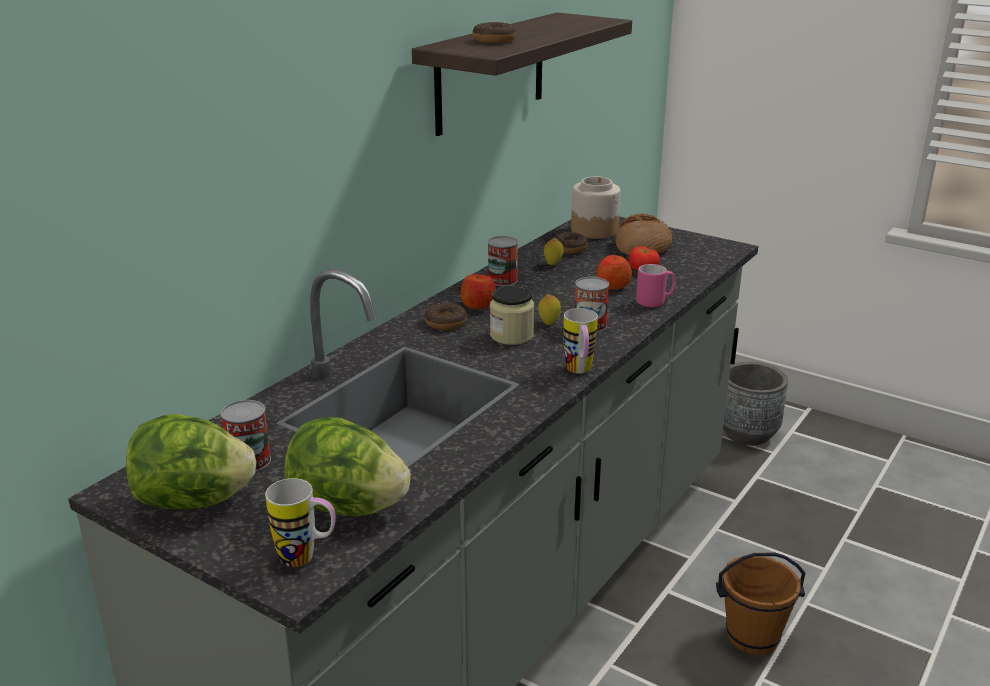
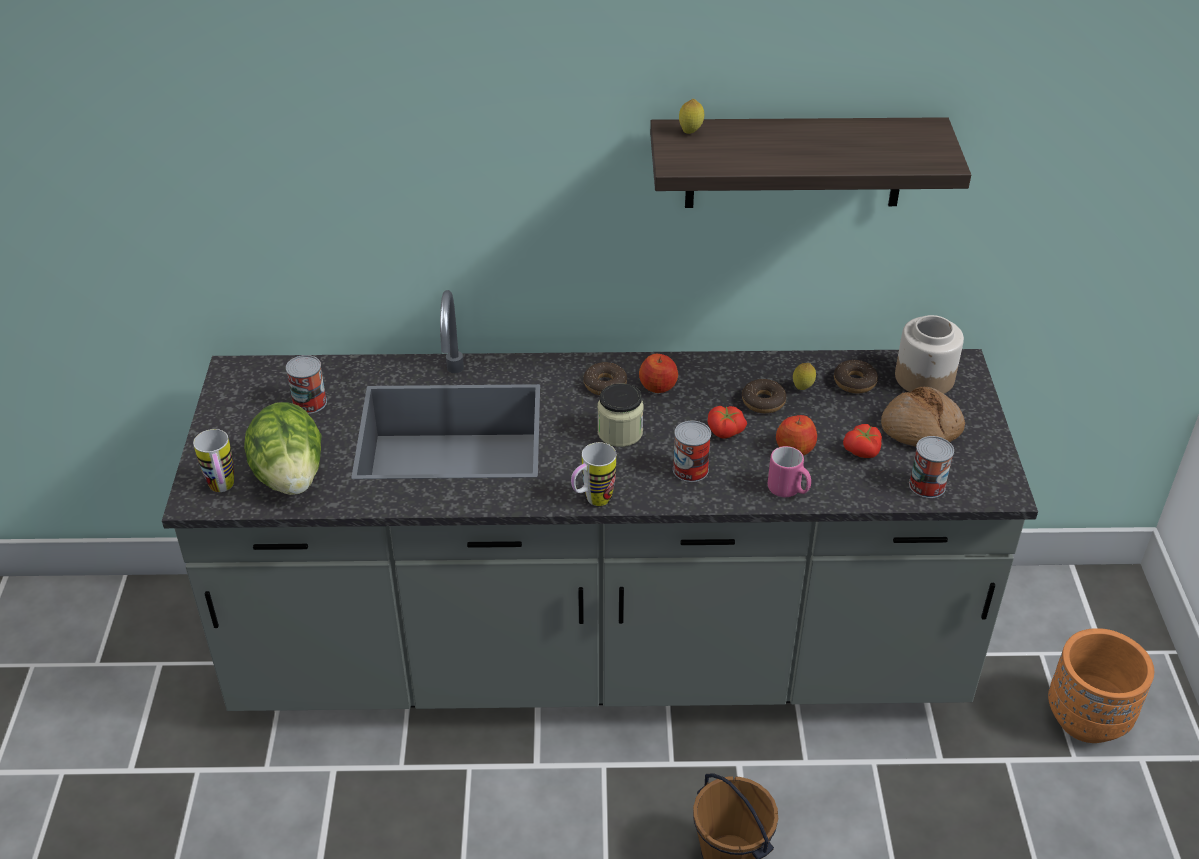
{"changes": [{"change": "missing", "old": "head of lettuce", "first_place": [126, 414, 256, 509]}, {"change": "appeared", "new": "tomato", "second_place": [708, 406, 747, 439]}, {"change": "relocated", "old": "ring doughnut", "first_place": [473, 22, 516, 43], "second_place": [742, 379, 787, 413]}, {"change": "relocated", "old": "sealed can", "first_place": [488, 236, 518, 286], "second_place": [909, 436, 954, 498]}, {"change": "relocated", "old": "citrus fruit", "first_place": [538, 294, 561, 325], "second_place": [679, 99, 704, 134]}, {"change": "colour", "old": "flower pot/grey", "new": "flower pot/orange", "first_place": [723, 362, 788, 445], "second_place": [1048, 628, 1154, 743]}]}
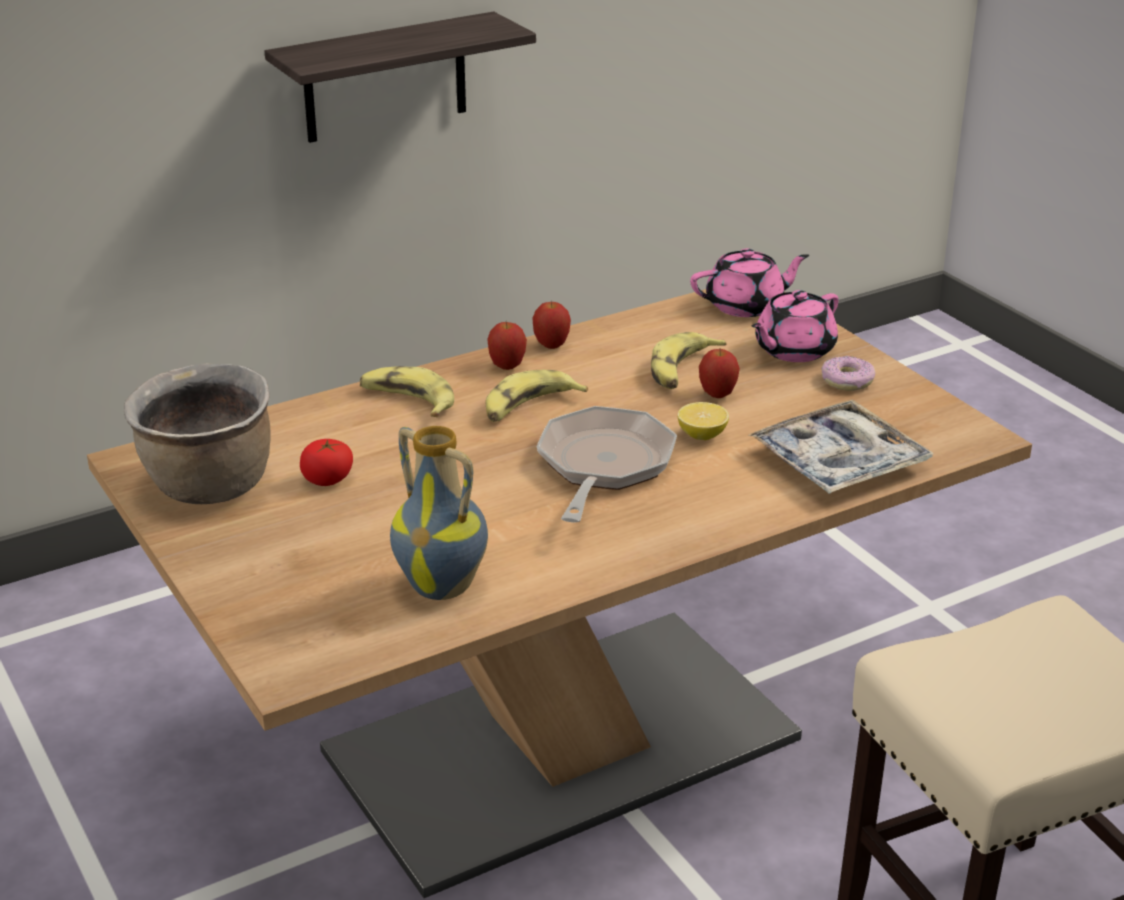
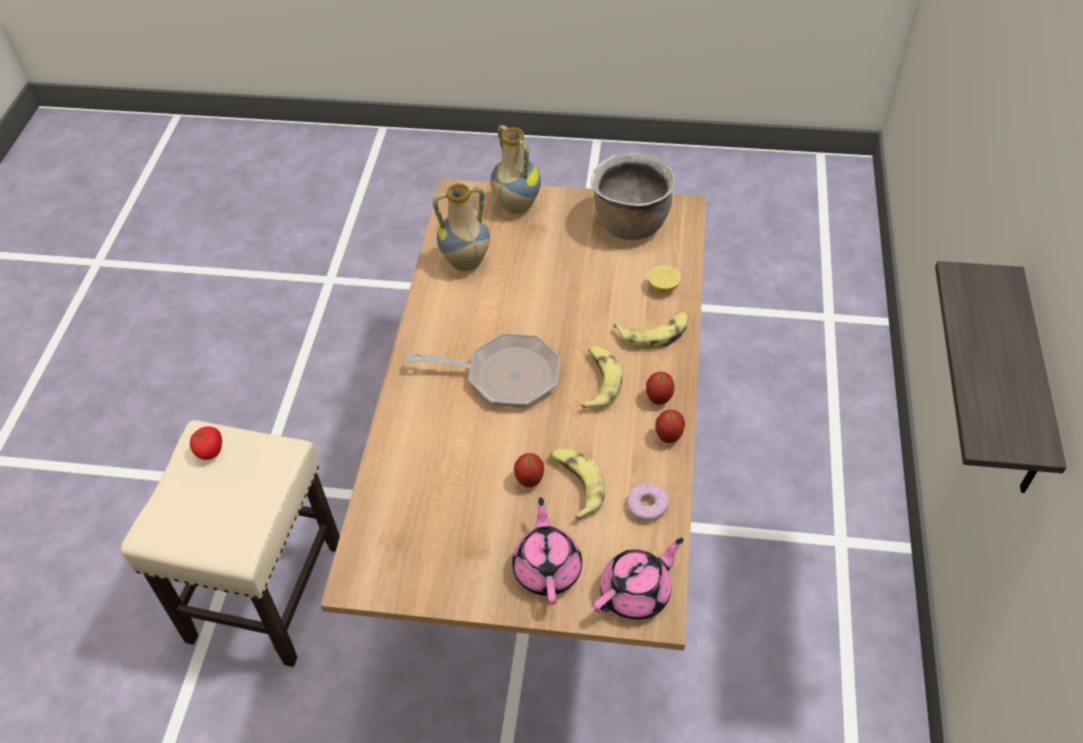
{"changes": [{"change": "missing", "old": "serving tray", "first_place": [748, 400, 934, 494]}, {"change": "appeared", "new": "vase", "second_place": [490, 125, 541, 214]}, {"change": "relocated", "old": "tomato", "first_place": [300, 439, 353, 486], "second_place": [190, 426, 222, 460]}, {"change": "relocated", "old": "citrus fruit", "first_place": [678, 402, 729, 440], "second_place": [648, 265, 681, 293]}, {"change": "relocated", "old": "ring doughnut", "first_place": [821, 356, 875, 391], "second_place": [627, 483, 669, 521]}, {"change": "spun", "old": "pan", "first_place": [536, 406, 677, 522], "second_place": [406, 333, 560, 407], "degrees": -45}, {"change": "spun", "old": "pot for tea/pinkish", "first_place": [690, 249, 809, 317], "second_place": [593, 538, 684, 620], "degrees": -150}]}
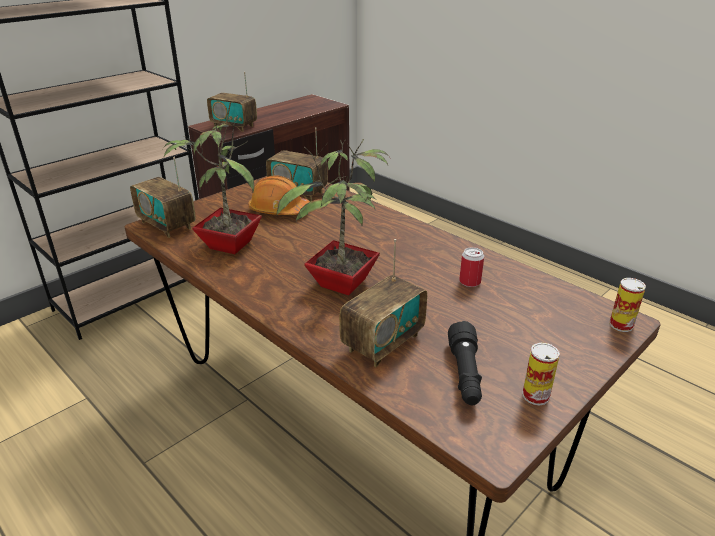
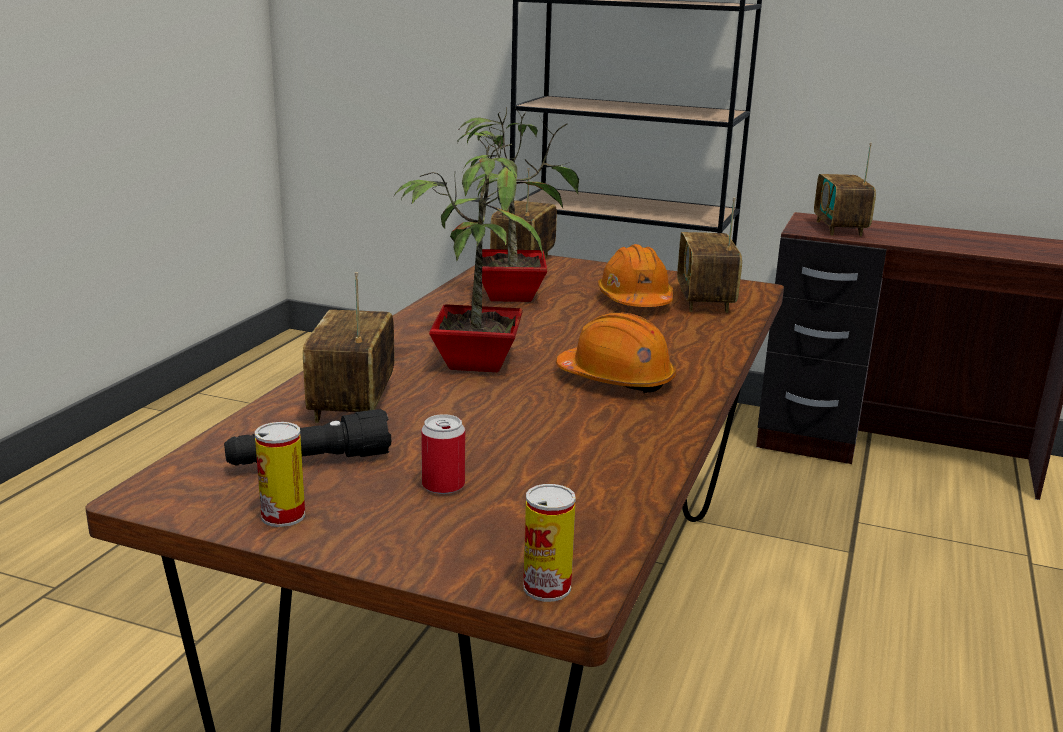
{"changes": [{"change": "appeared", "new": "work helmet/orange", "second_place": [556, 313, 676, 393]}, {"change": "relocated", "old": "sealed can", "first_place": [459, 247, 484, 287], "second_place": [421, 414, 465, 494]}, {"change": "spun", "old": "radio", "first_place": [339, 239, 427, 367], "second_place": [303, 272, 394, 423], "degrees": 75}]}
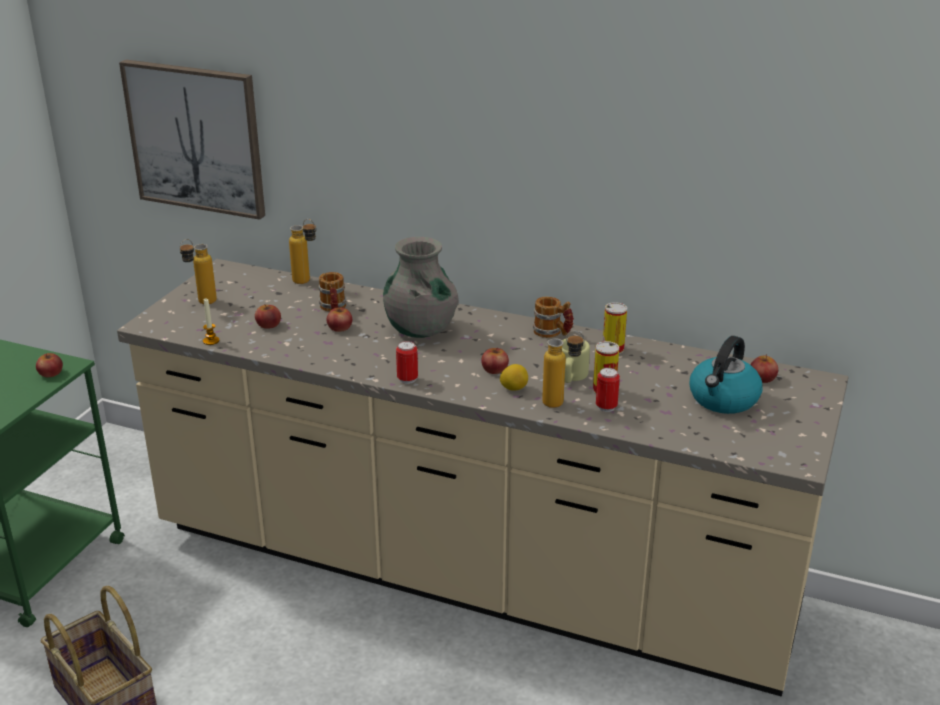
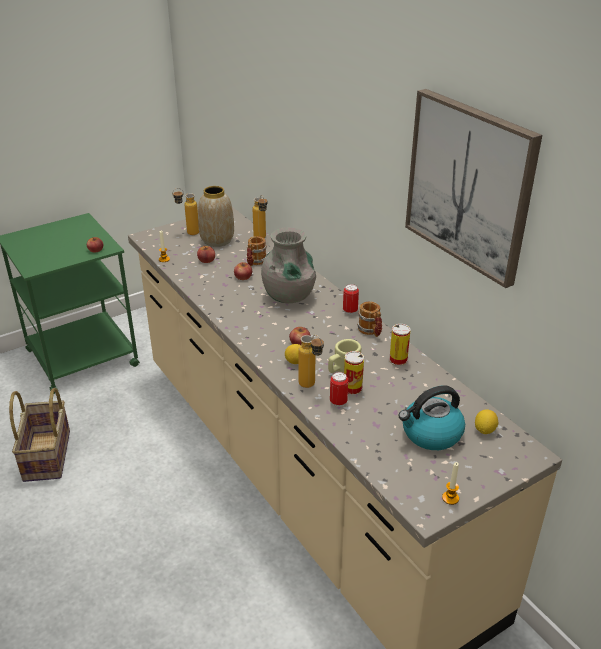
{"changes": [{"change": "appeared", "new": "vase", "second_place": [198, 186, 234, 247]}, {"change": "appeared", "new": "wax light", "second_place": [442, 462, 459, 505]}, {"change": "relocated", "old": "wall art", "first_place": [119, 60, 265, 220], "second_place": [405, 89, 542, 288]}, {"change": "relocated", "old": "sealed can", "first_place": [396, 341, 418, 384], "second_place": [343, 284, 359, 314]}, {"change": "exchanged", "old": "whole apple", "new": "citrus fruit", "first_place": [751, 354, 778, 383], "second_place": [475, 409, 498, 434]}]}
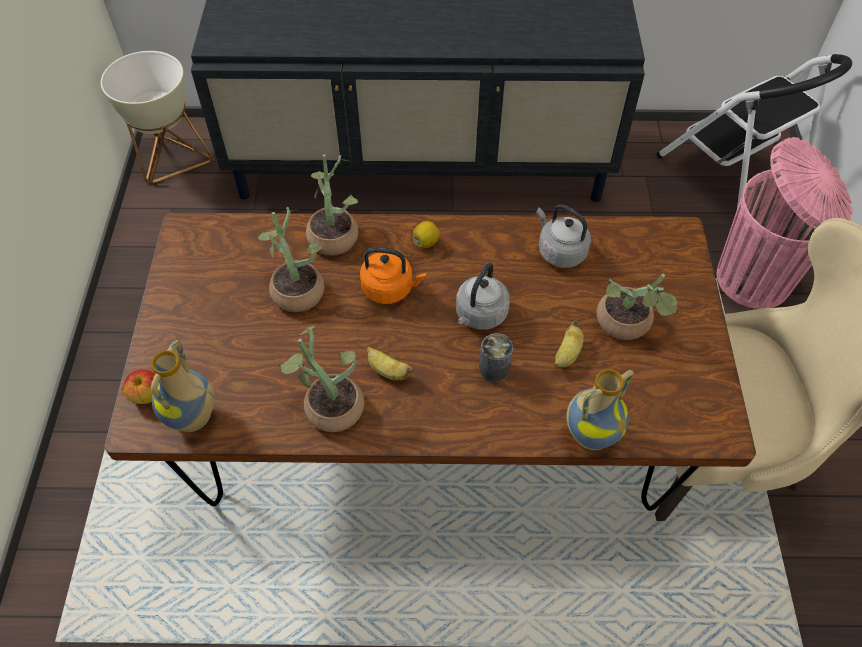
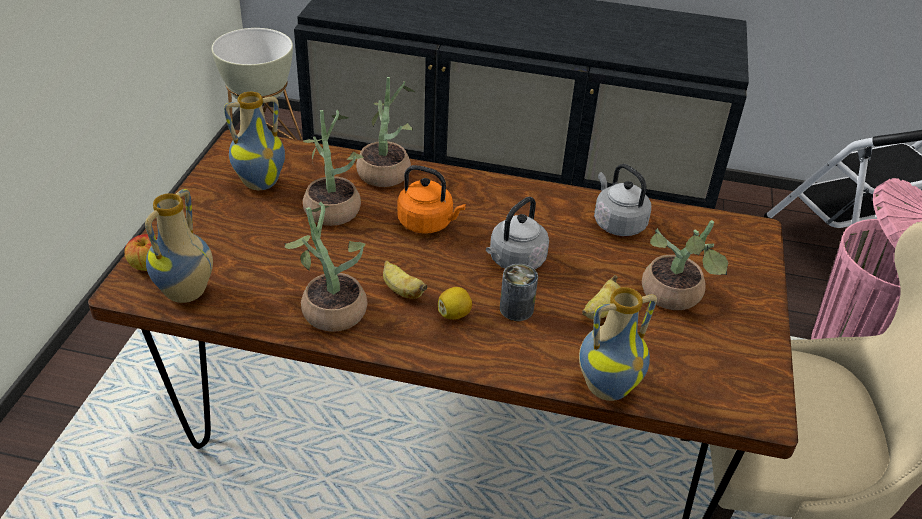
{"changes": [{"change": "appeared", "new": "vase", "second_place": [224, 92, 285, 190]}, {"change": "relocated", "old": "citrus fruit", "first_place": [412, 221, 440, 248], "second_place": [438, 287, 472, 320]}]}
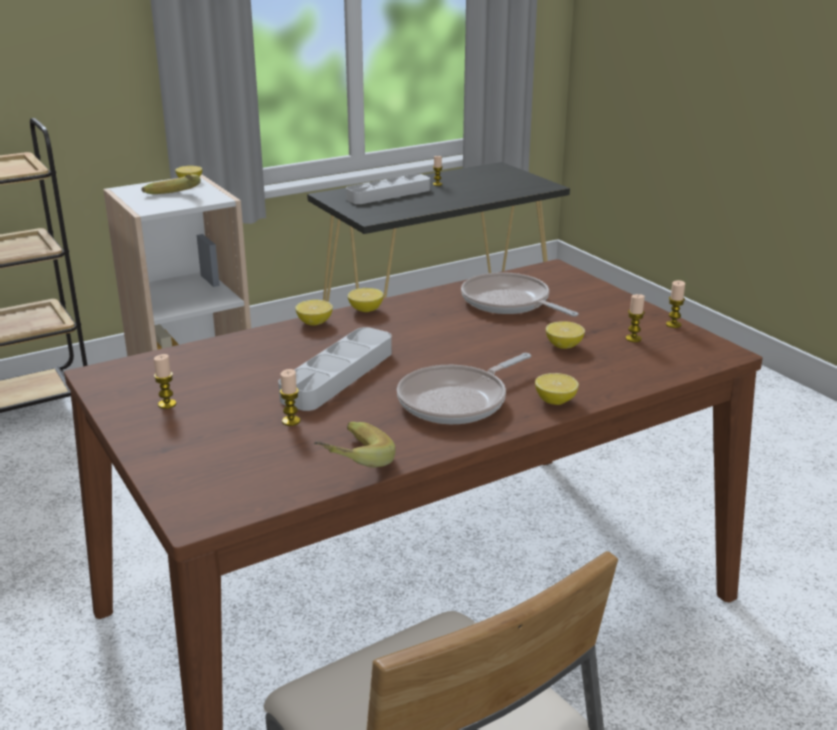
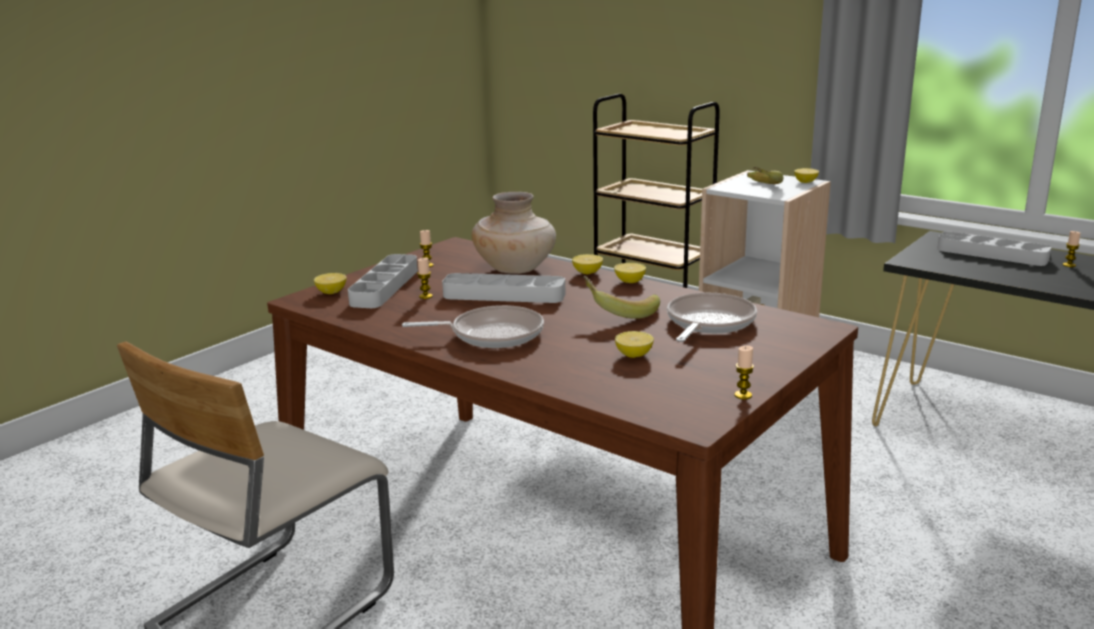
{"changes": [{"change": "missing", "old": "wax light", "first_place": [626, 294, 645, 342]}, {"change": "appeared", "new": "serving tray/grey", "second_place": [348, 254, 418, 308]}, {"change": "appeared", "new": "vase/sand-coloured", "second_place": [472, 192, 556, 274]}, {"change": "relocated", "old": "whole banana", "first_place": [314, 422, 395, 468], "second_place": [583, 276, 660, 319]}, {"change": "relocated", "old": "citrus fruit", "first_place": [535, 373, 579, 405], "second_place": [314, 273, 347, 294]}, {"change": "spun", "old": "pan", "first_place": [397, 353, 531, 424], "second_place": [402, 305, 544, 348], "degrees": 150}]}
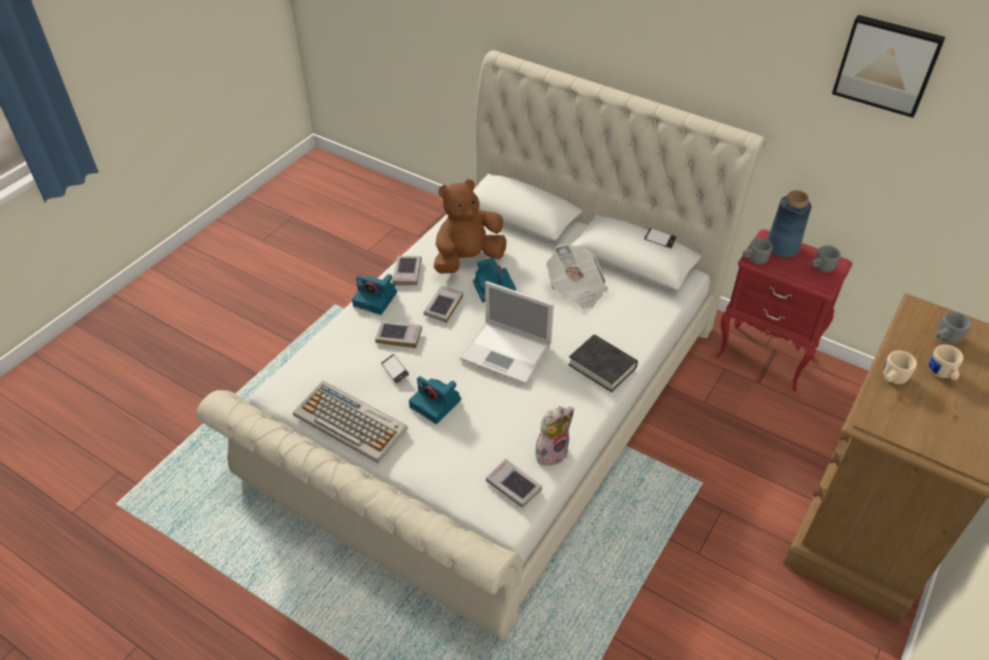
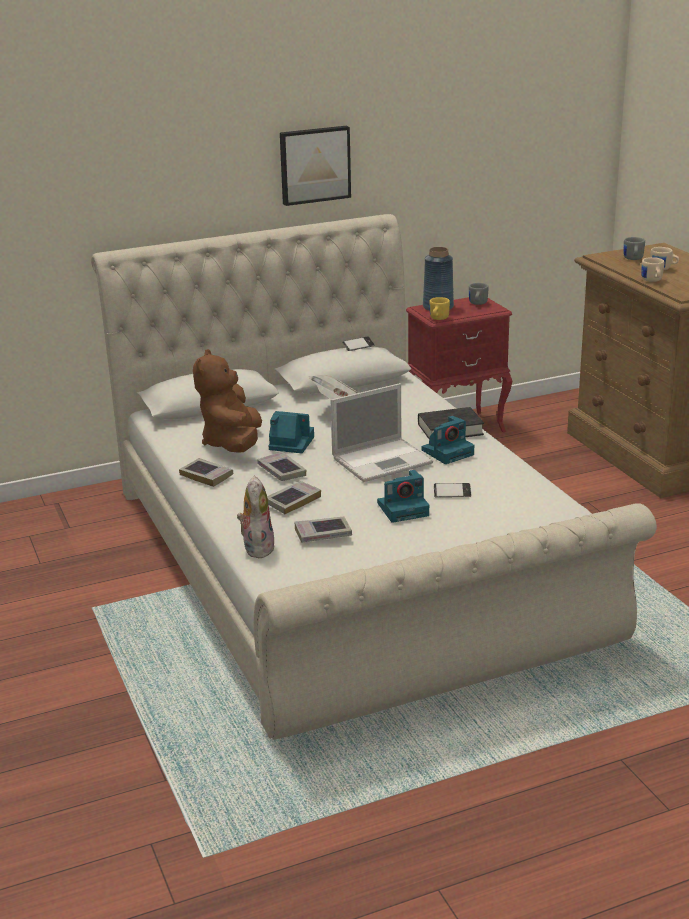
{"changes": [{"change": "missing", "old": "computer keyboard", "first_place": [293, 381, 408, 463]}, {"change": "relocated", "old": "still camera", "first_place": [352, 274, 397, 315], "second_place": [422, 416, 474, 464]}, {"change": "relocated", "old": "phone", "first_place": [381, 354, 409, 384], "second_place": [434, 483, 471, 498]}, {"change": "relocated", "old": "book", "first_place": [486, 459, 542, 508], "second_place": [294, 517, 352, 543]}, {"change": "relocated", "old": "plush toy", "first_place": [535, 406, 574, 468], "second_place": [237, 476, 275, 558]}, {"change": "relocated", "old": "wall art", "first_place": [832, 15, 946, 118], "second_place": [280, 126, 351, 206]}, {"change": "colour", "old": "tea mug/grey", "new": "tea mug/yellow", "first_place": [743, 238, 773, 264], "second_place": [429, 297, 450, 320]}]}
